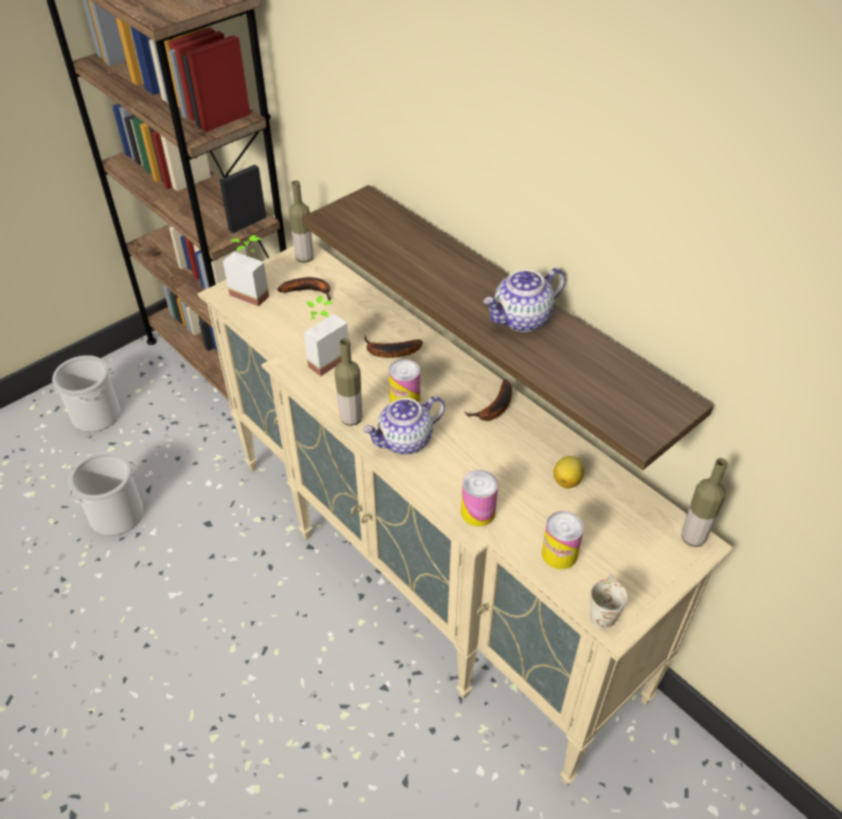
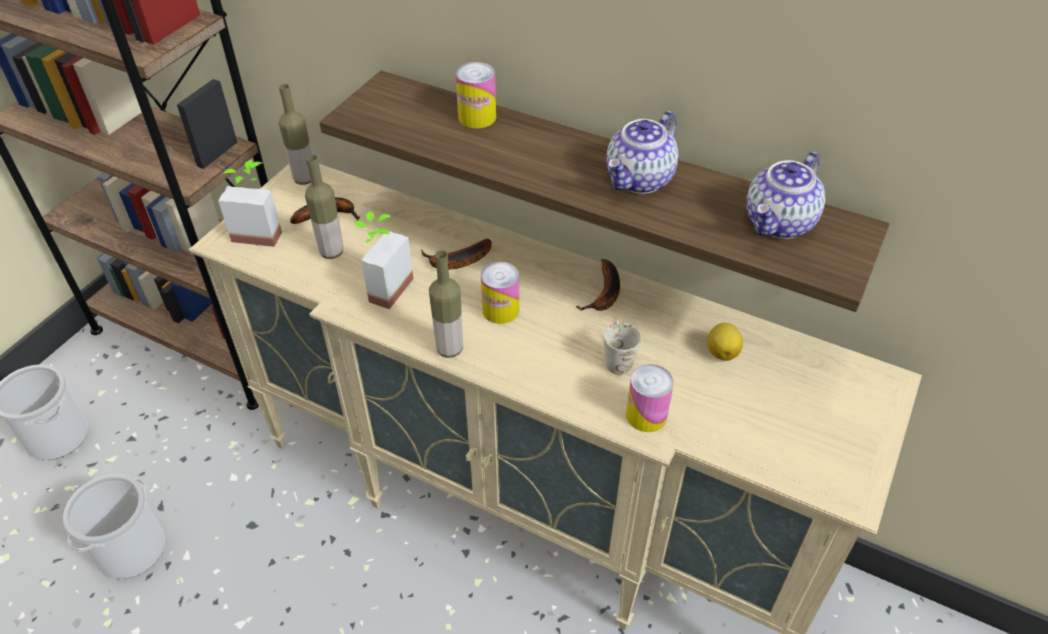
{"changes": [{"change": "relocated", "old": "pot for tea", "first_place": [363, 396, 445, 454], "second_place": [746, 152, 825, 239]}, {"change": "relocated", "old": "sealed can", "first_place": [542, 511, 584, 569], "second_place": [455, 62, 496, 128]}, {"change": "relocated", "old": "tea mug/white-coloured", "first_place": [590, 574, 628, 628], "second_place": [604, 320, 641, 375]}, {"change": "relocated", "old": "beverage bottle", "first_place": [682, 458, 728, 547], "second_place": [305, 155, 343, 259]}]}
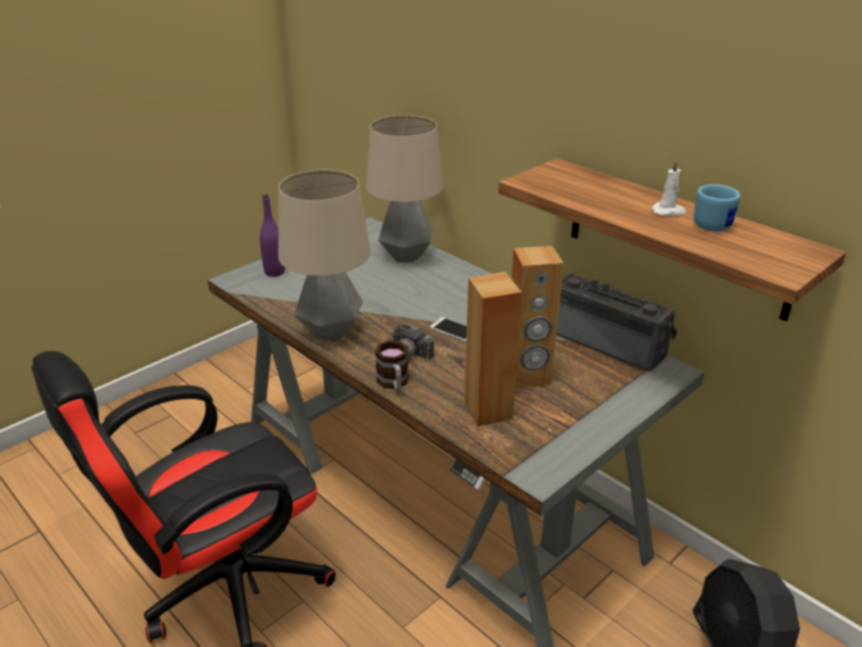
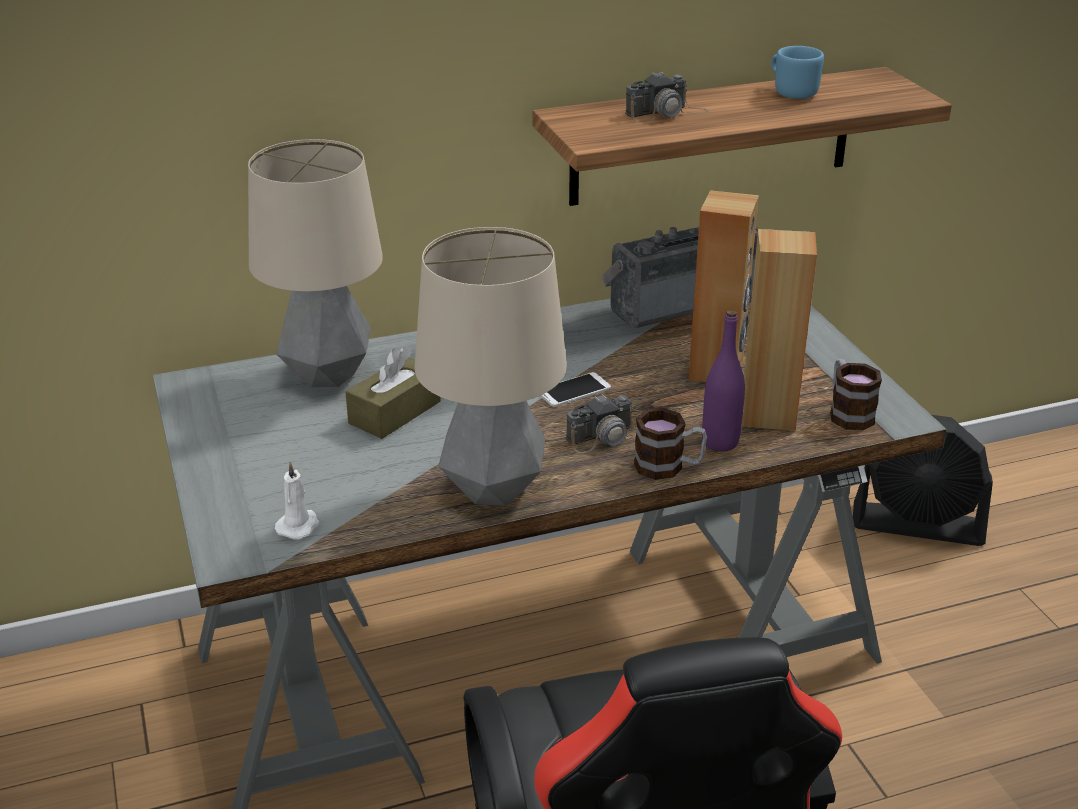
{"changes": [{"change": "appeared", "new": "box of tissues/brown-coloured", "second_place": [345, 347, 441, 439]}, {"change": "appeared", "new": "still camera", "second_place": [625, 71, 709, 123]}, {"change": "appeared", "new": "tea mug", "second_place": [830, 359, 882, 430]}, {"change": "relocated", "old": "beverage bottle/purple-coloured", "first_place": [260, 194, 285, 277], "second_place": [702, 310, 745, 451]}, {"change": "relocated", "old": "wax light/white-coloured", "first_place": [652, 159, 686, 216], "second_place": [275, 461, 320, 540]}]}
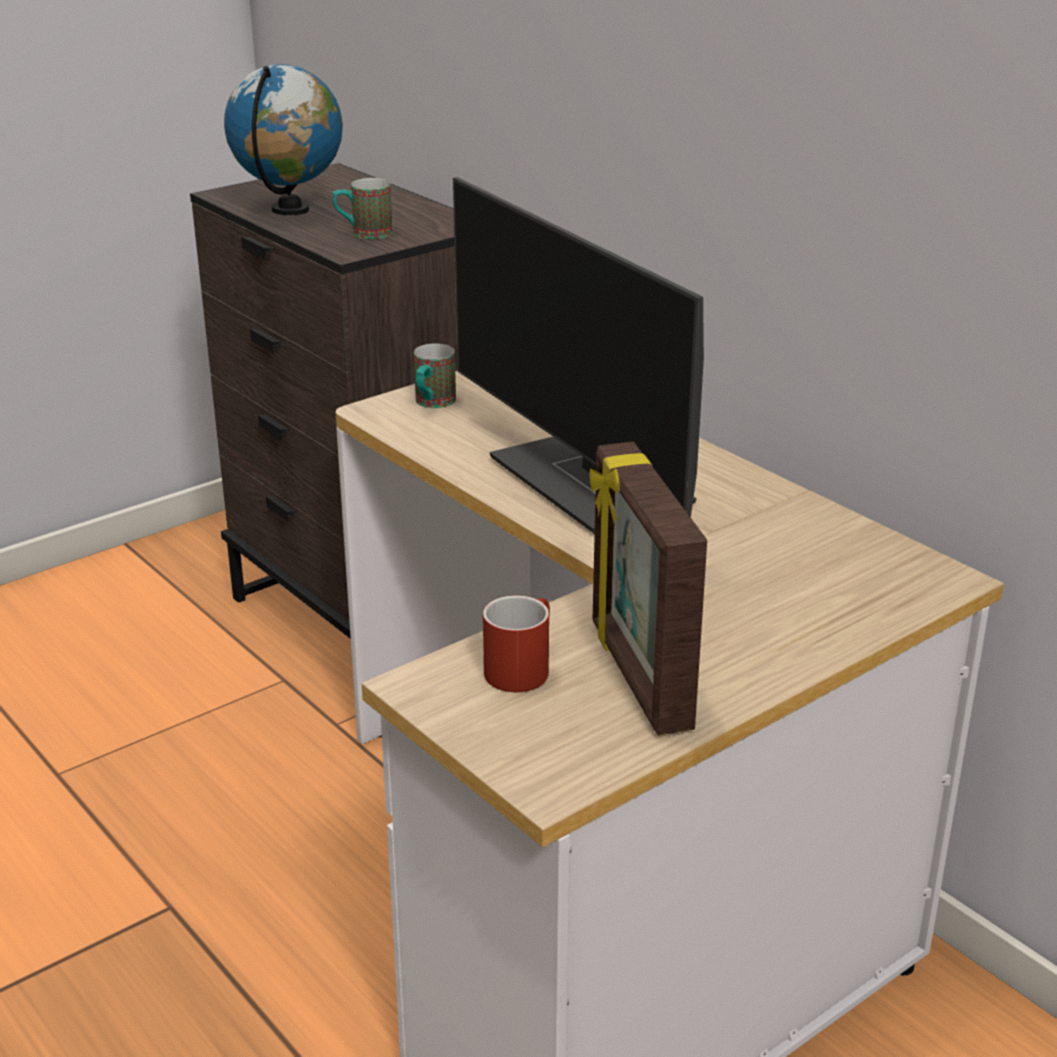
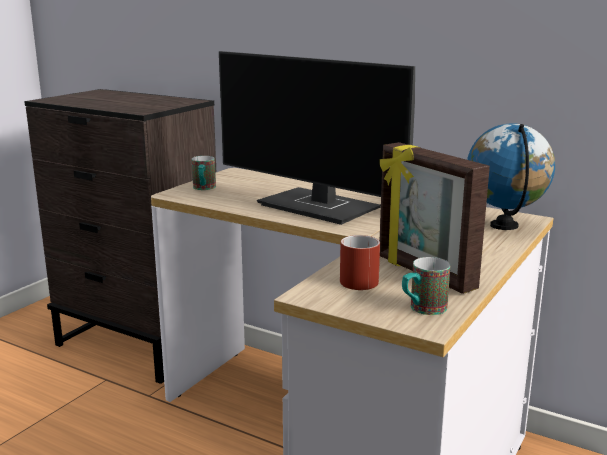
{"changes": [{"change": "relocated", "old": "globe", "first_place": [224, 64, 343, 215], "second_place": [467, 123, 555, 230]}, {"change": "relocated", "old": "tea mug", "first_place": [333, 178, 393, 239], "second_place": [402, 257, 450, 315]}]}
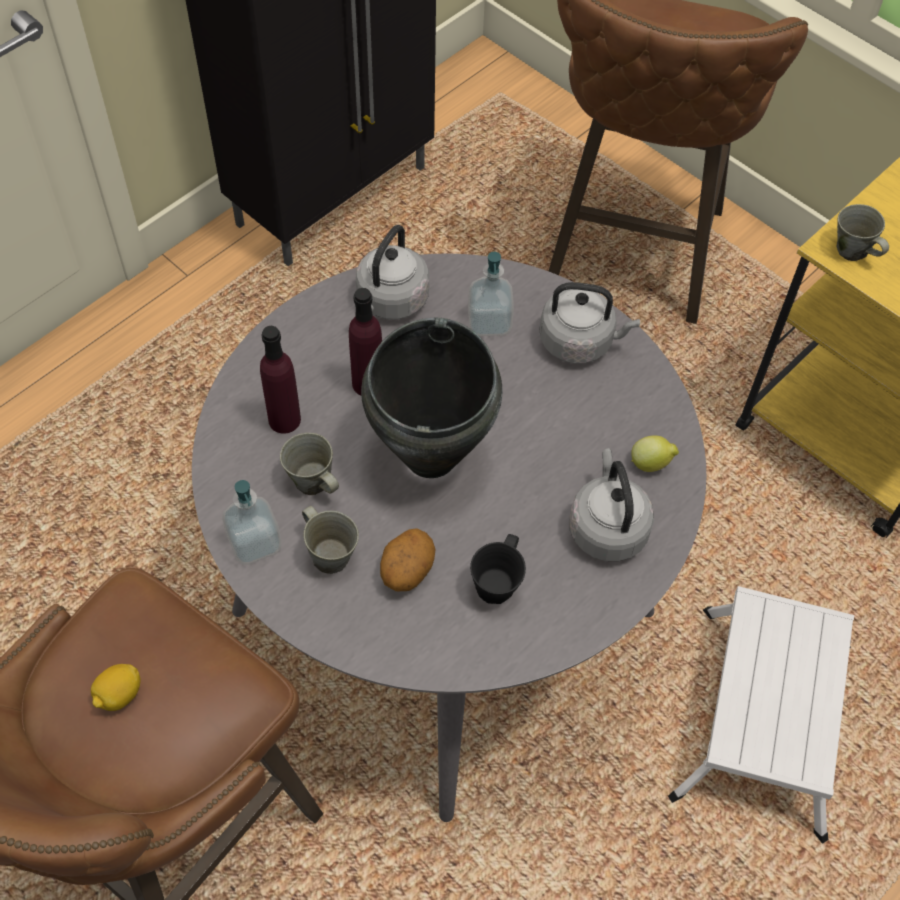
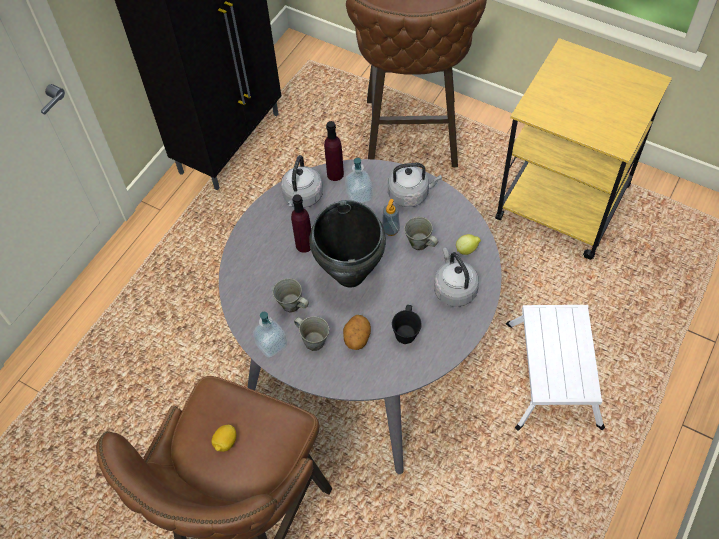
{"changes": [{"change": "appeared", "new": "soap bottle", "second_place": [382, 199, 400, 236]}, {"change": "relocated", "old": "beverage bottle/purple-coloured", "first_place": [260, 326, 301, 434], "second_place": [324, 121, 344, 181]}, {"change": "relocated", "old": "tea mug/grey", "first_place": [836, 204, 889, 261], "second_place": [404, 217, 438, 250]}]}
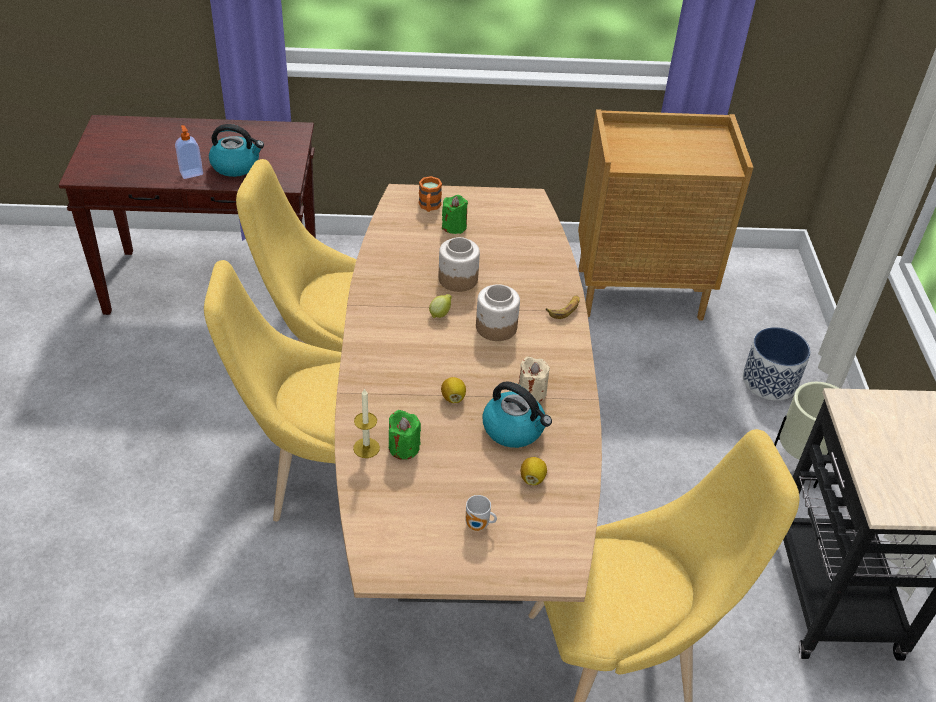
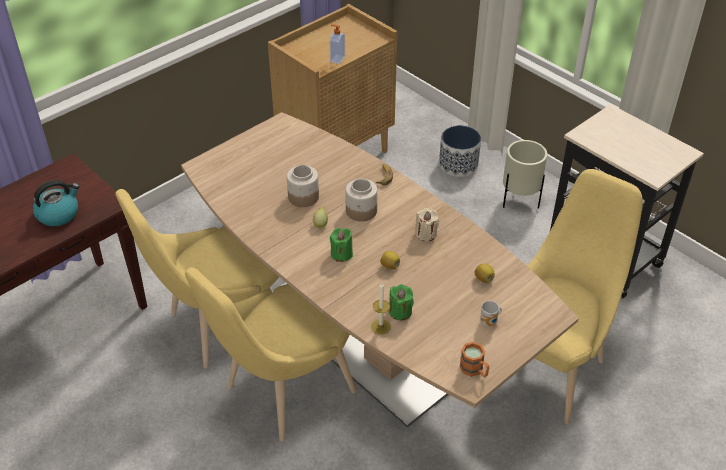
{"changes": [{"change": "missing", "old": "water kettle", "first_place": [482, 381, 552, 448]}, {"change": "relocated", "old": "soap bottle", "first_place": [175, 125, 203, 179], "second_place": [330, 24, 345, 64]}, {"change": "relocated", "old": "tea mug/orange", "first_place": [419, 176, 442, 212], "second_place": [460, 342, 489, 377]}, {"change": "relocated", "old": "wax light/greenish", "first_place": [442, 195, 468, 234], "second_place": [330, 228, 353, 262]}]}
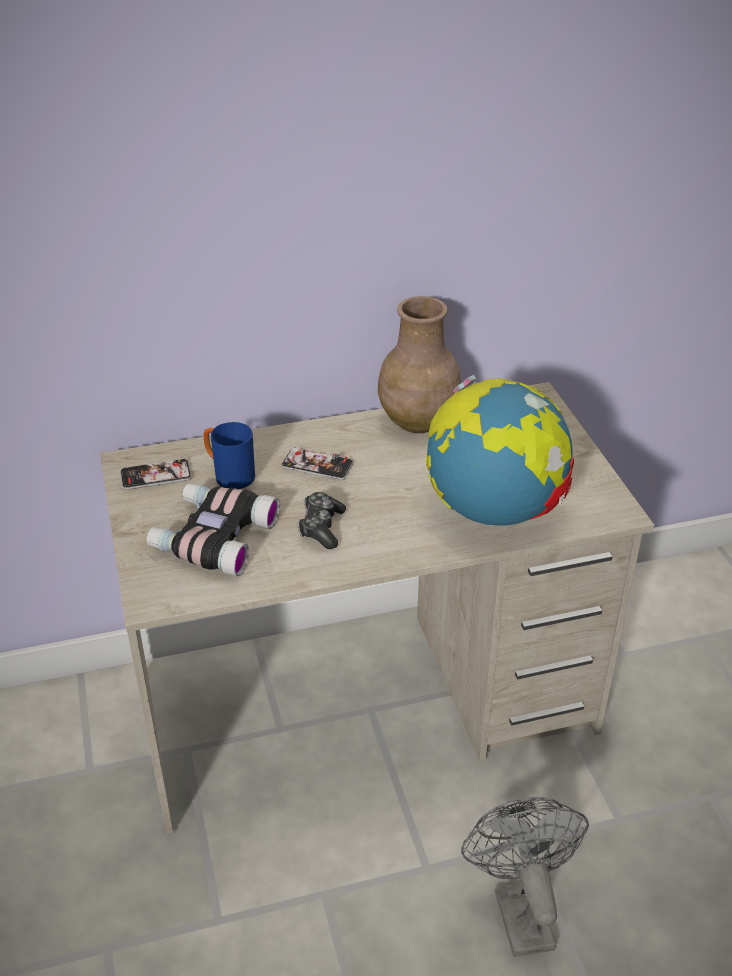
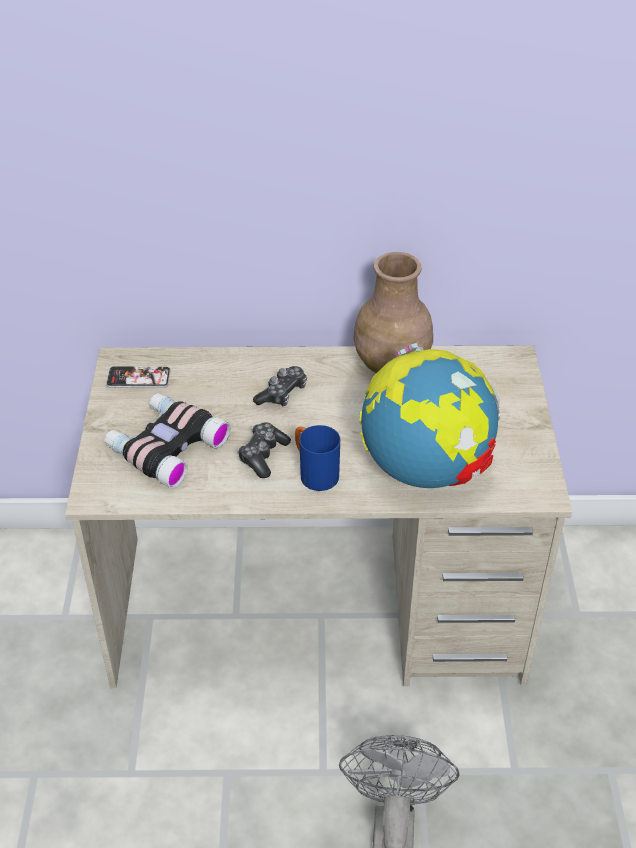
{"changes": [{"change": "relocated", "old": "tea mug/bluish", "first_place": [203, 422, 255, 489], "second_place": [295, 425, 340, 491]}, {"change": "exchanged", "old": "phone", "new": "game controller", "first_place": [281, 447, 353, 480], "second_place": [253, 366, 307, 406]}]}
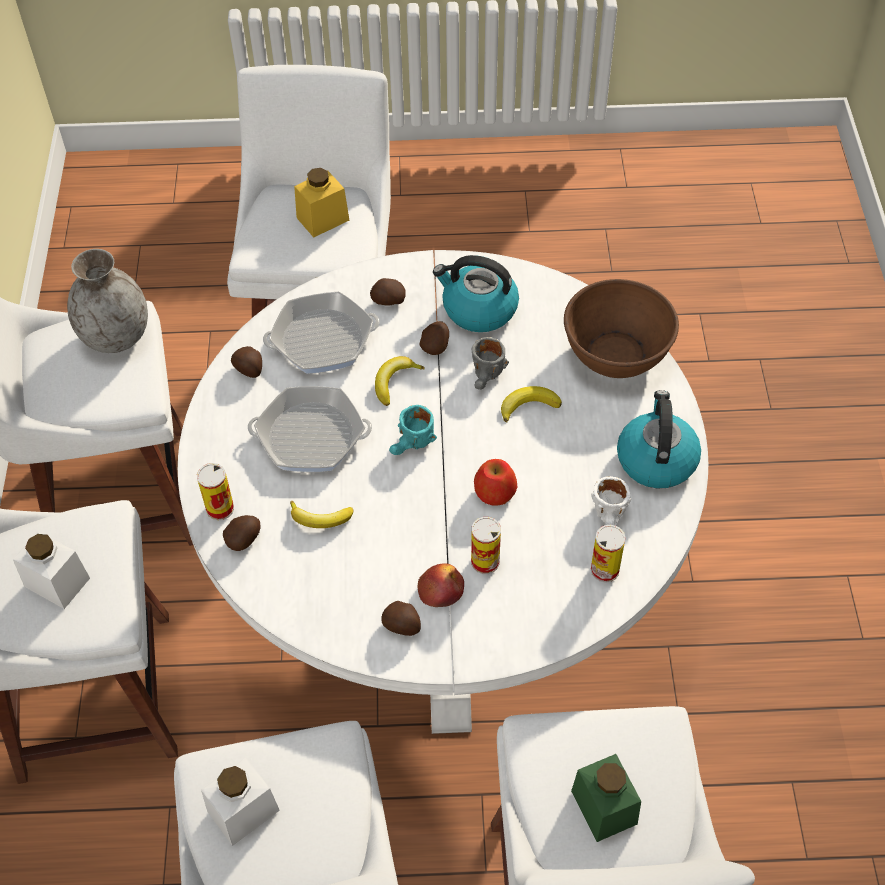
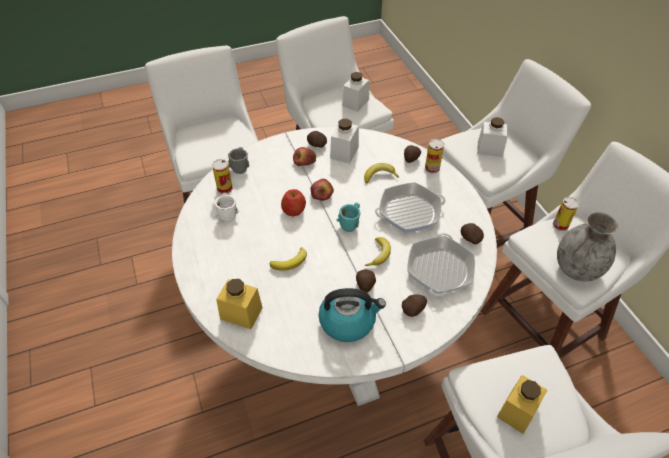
{"changes": [{"change": "missing", "old": "jar/greenish", "first_place": [571, 754, 641, 842]}, {"change": "missing", "old": "water kettle", "first_place": [617, 390, 701, 489]}, {"change": "appeared", "new": "whole apple", "second_place": [310, 179, 334, 201]}, {"change": "appeared", "new": "jar/white-coloured", "second_place": [330, 119, 359, 164]}, {"change": "relocated", "old": "tea mug/grey", "first_place": [471, 337, 509, 390], "second_place": [228, 147, 249, 174]}, {"change": "relocated", "old": "sealed can", "first_place": [471, 517, 501, 574], "second_place": [553, 197, 579, 231]}, {"change": "exchanged", "old": "bowl/brown-coloured", "new": "jar/yellow", "first_place": [564, 279, 679, 378], "second_place": [216, 279, 263, 329]}, {"change": "spun", "old": "pan", "first_place": [263, 291, 380, 374], "second_place": [408, 233, 475, 297], "degrees": -45}]}
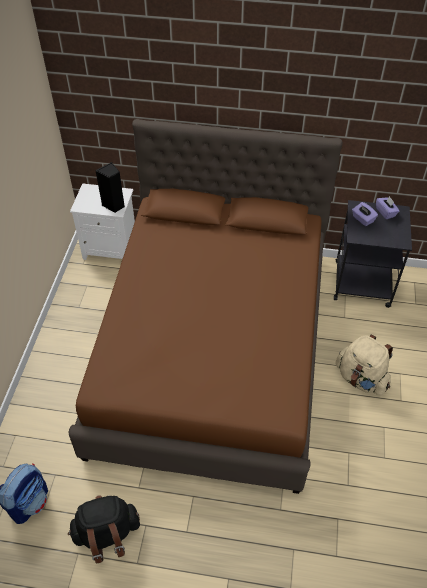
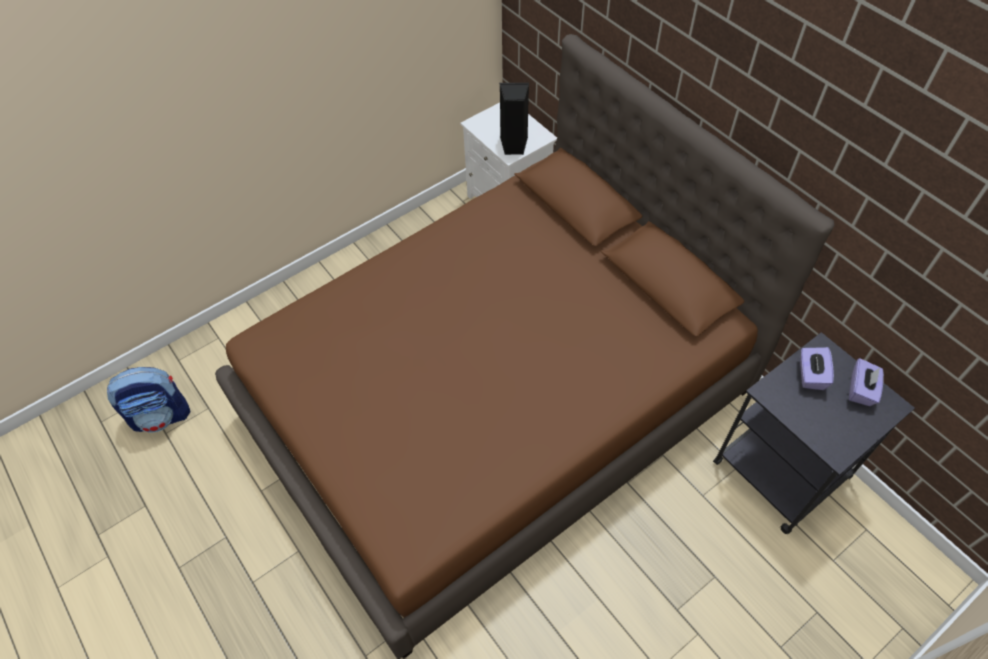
{"changes": [{"change": "missing", "old": "rucksack/black", "first_place": [68, 495, 140, 563]}, {"change": "missing", "old": "rucksack/sand-coloured", "first_place": [335, 334, 393, 395]}]}
